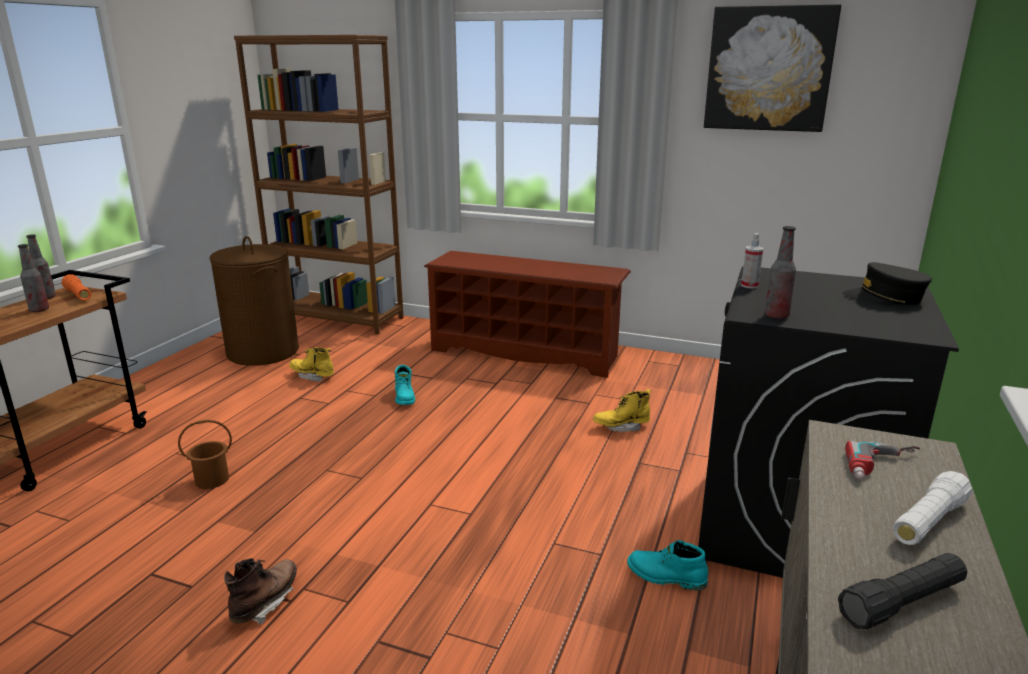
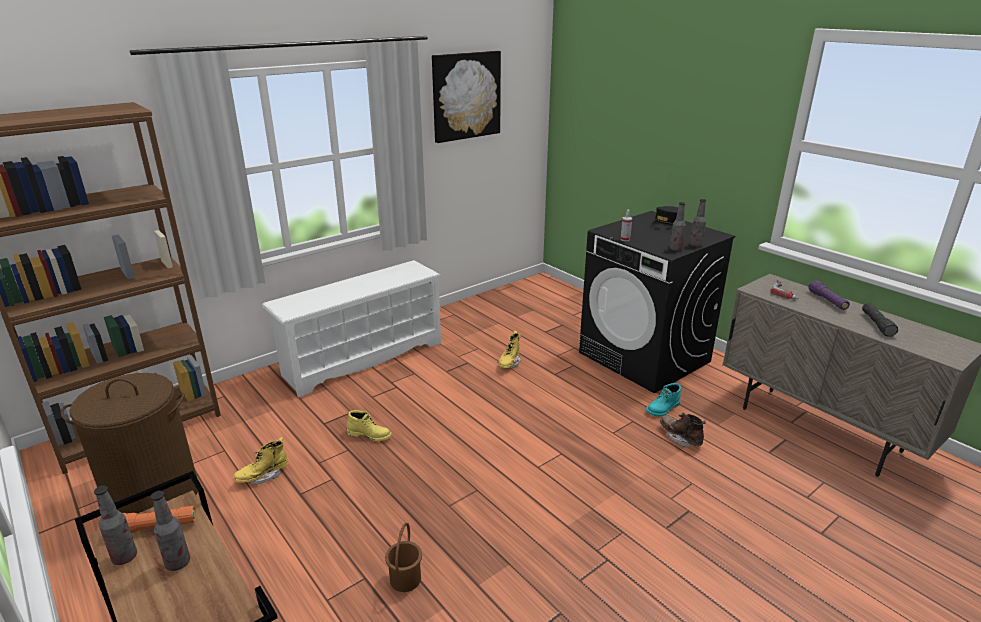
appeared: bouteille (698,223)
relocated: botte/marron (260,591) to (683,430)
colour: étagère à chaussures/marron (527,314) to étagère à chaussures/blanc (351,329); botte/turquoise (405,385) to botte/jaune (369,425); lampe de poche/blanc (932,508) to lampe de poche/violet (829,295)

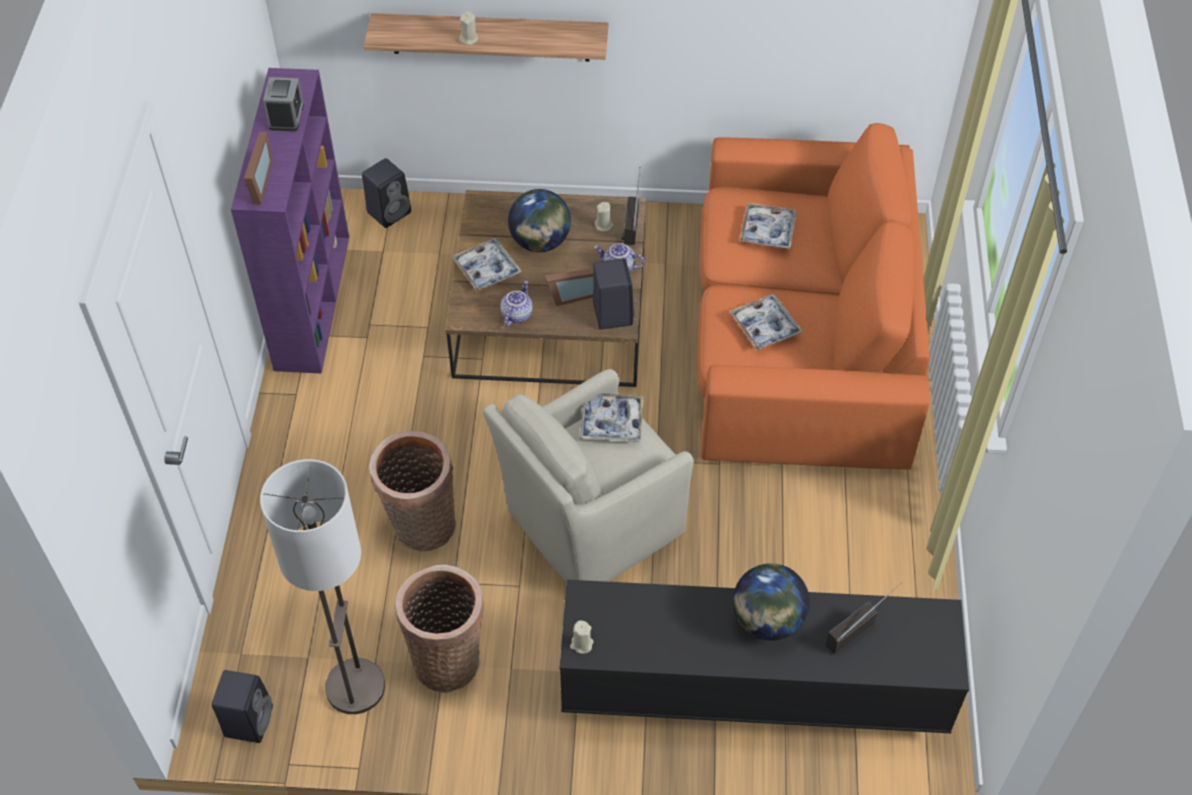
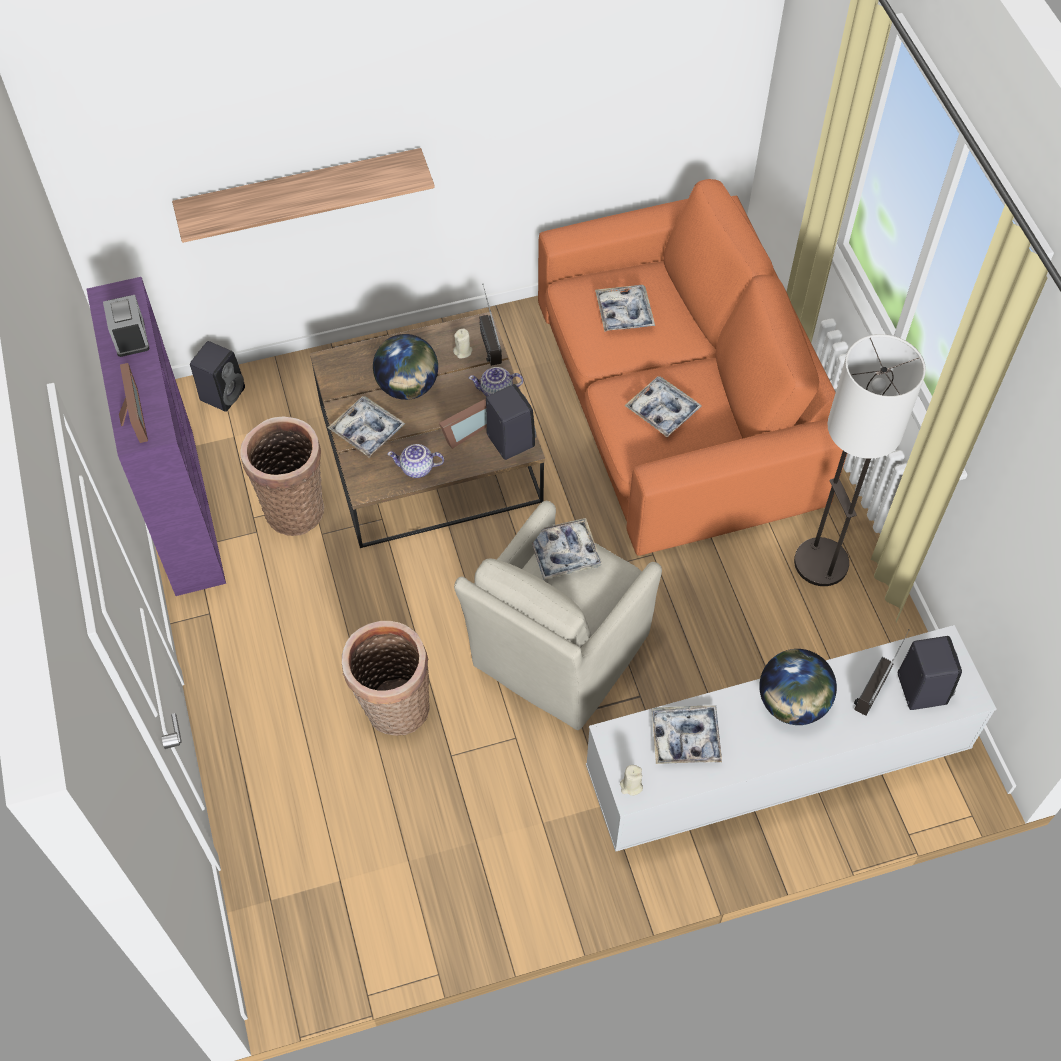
missing: bougie/beige (468,28)
appeared: plateau (687,734)
relocated: panier (439,629) to (282,476); lampadaire (322,586) to (860,460); enceinte/noir (242,706) to (930,673)
colour: meuble télé/noir (764,656) to meuble télé/blanc (791,738)
spun: théière (516,304) = (415,461) 90 degrees counterclockwise

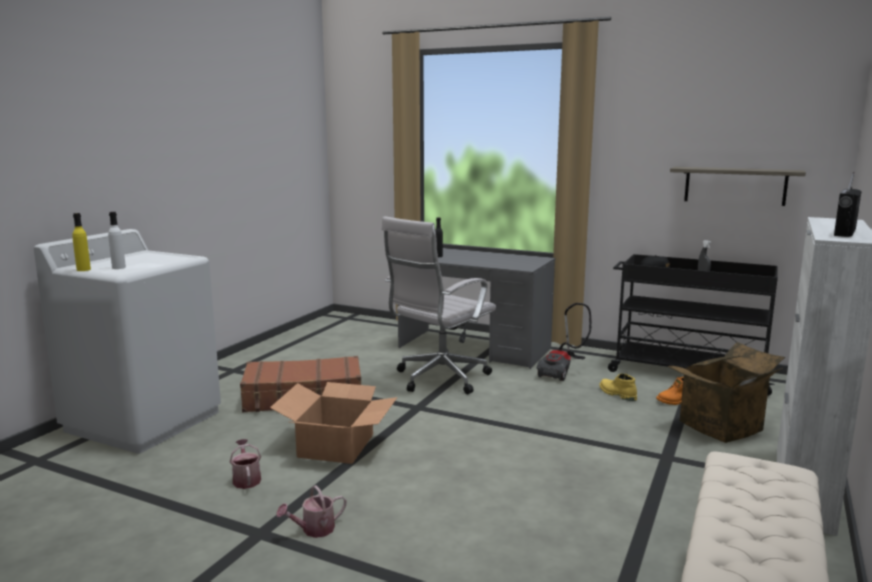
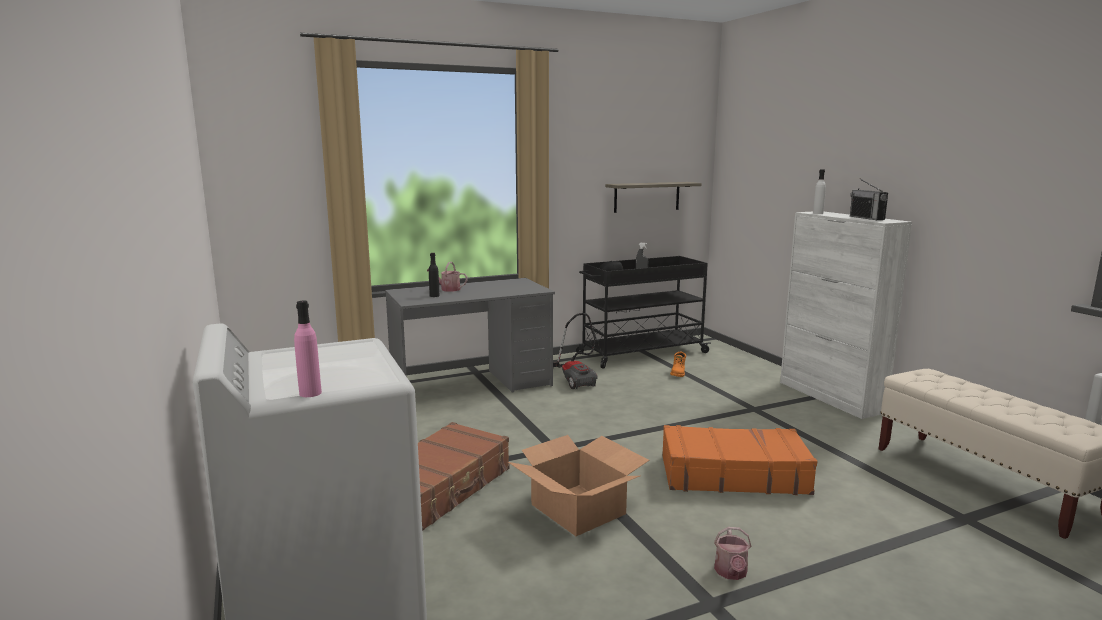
missing: chaise de bureau/blanc (439,305); botte/jaune (618,387); carton (726,392)
appeared: valise/orange (739,460)
relocated: arrosoir (245,464) to (447,277); bouteille/blanc (117,240) to (819,191)
colour: bouteille/jaune (81,242) to bouteille/rose (308,349)

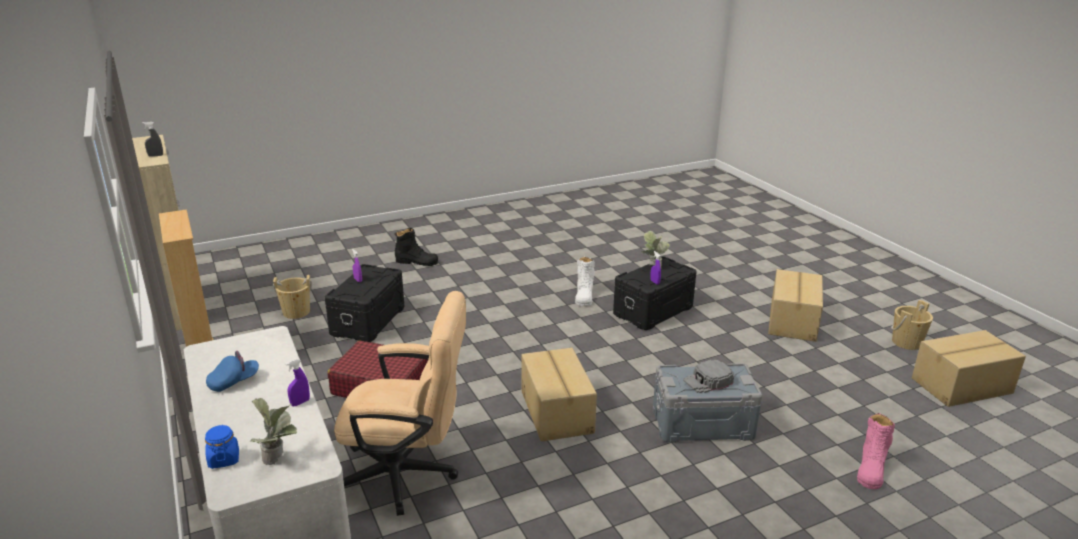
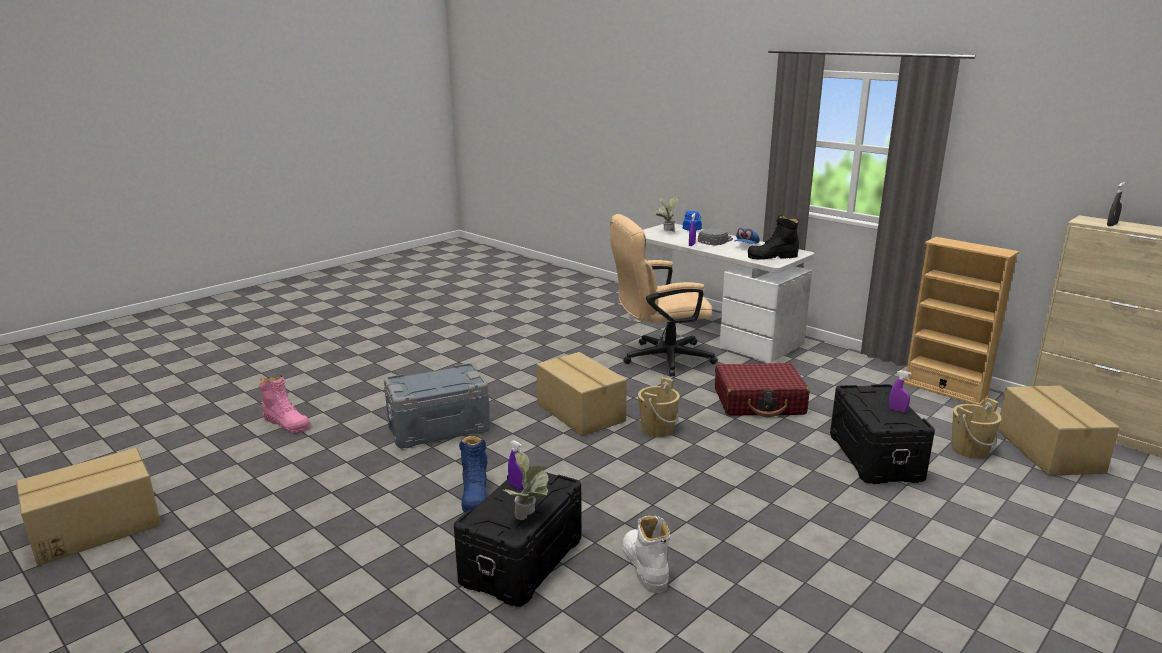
appeared: botte/bleu (473,473)
relocated: seau/beige (912,325) to (659,407); casquette/gris (708,376) to (715,237); botte/noir (416,247) to (773,237); carton (795,305) to (1059,430)
spun: botte/rose (876,451) = (284,404) 120 degrees clockwise

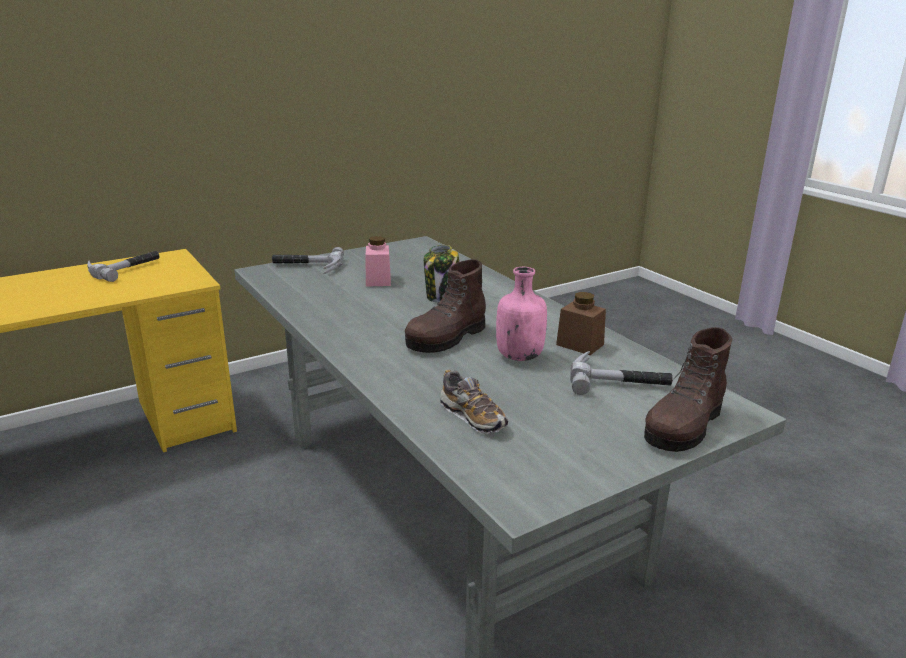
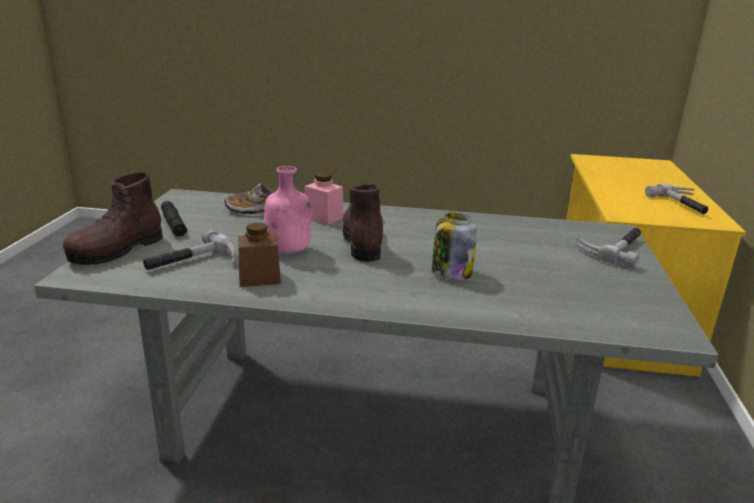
appeared: lampe de poche/noir (174,219)
relocated: bocal/rose (378,261) to (324,198)
spun: botte/marron (688,389) = (113,218) 135 degrees counterclockwise

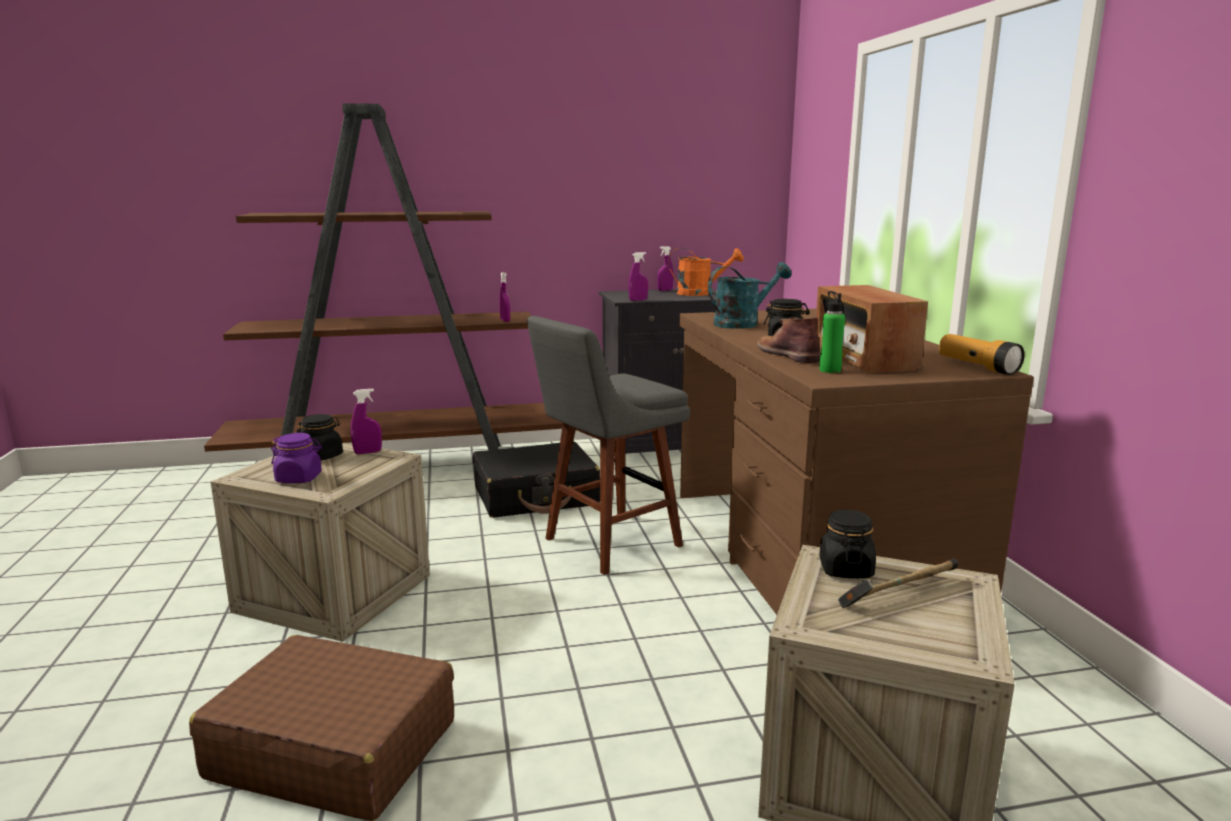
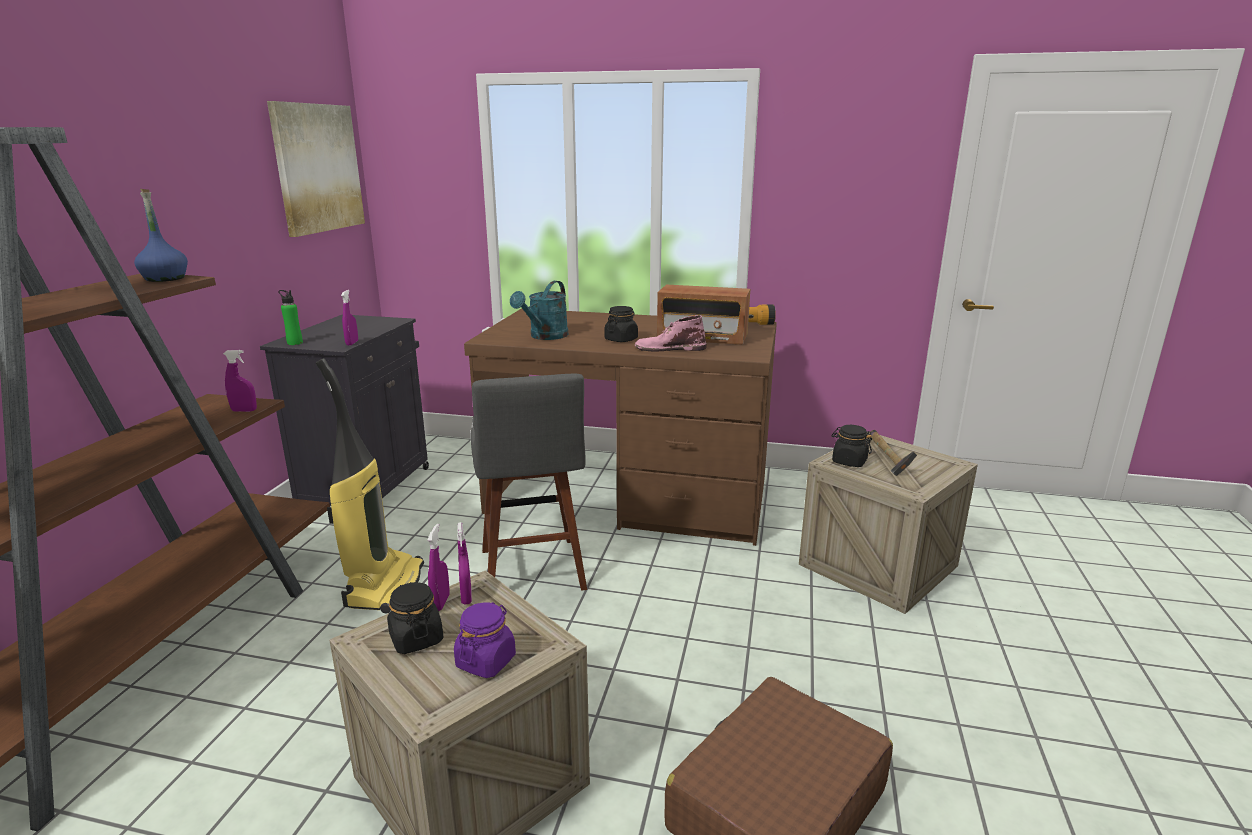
missing: arrosoir/orange (706,272)
appeared: bouteille/bleu (161,235); tableau (316,169)
relocated: bouteille/vert (832,332) to (290,317); vaporisateur/violet (665,268) to (464,563)
exchanged: valise/noir (536,480) to aspirateur (370,486)
colour: botte/marron (789,340) to botte/rose (671,333)
spun: arrosoir/turquoise (749,295) = (539,310) 150 degrees counterclockwise

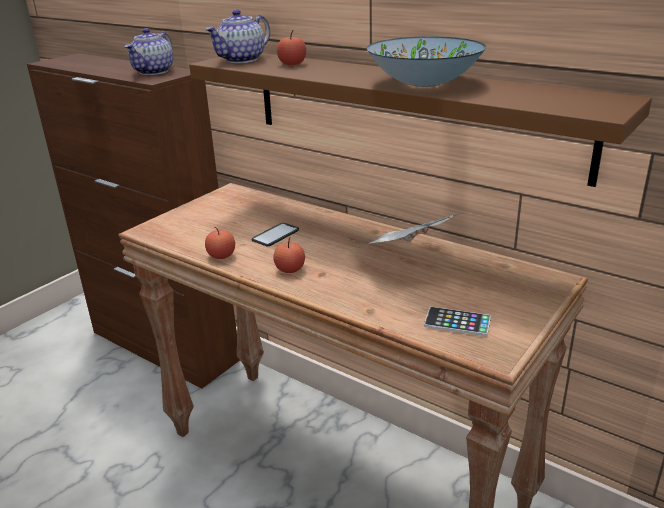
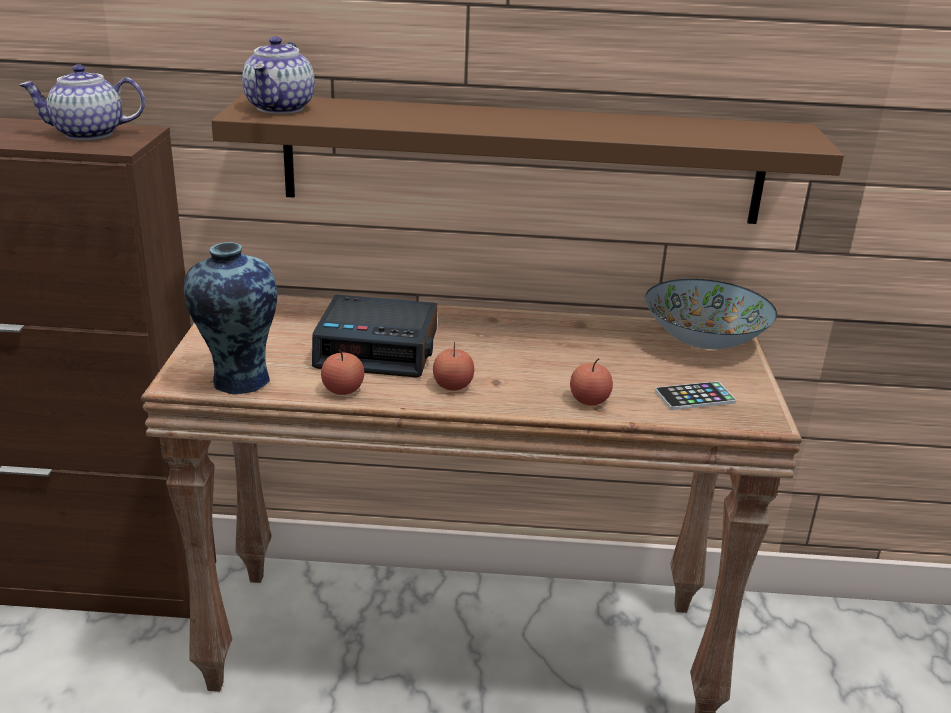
missing: journal (407,231)
appeared: vase (230,318)
relocated: pomme (291,47) to (591,382); bol (426,62) to (711,314)
exchanged: téléphone (275,234) to réveil (375,336)
spun: théière (148,51) = (82,102) 90 degrees clockwise

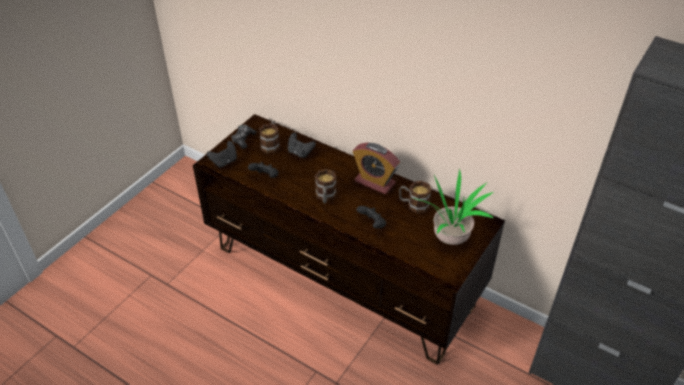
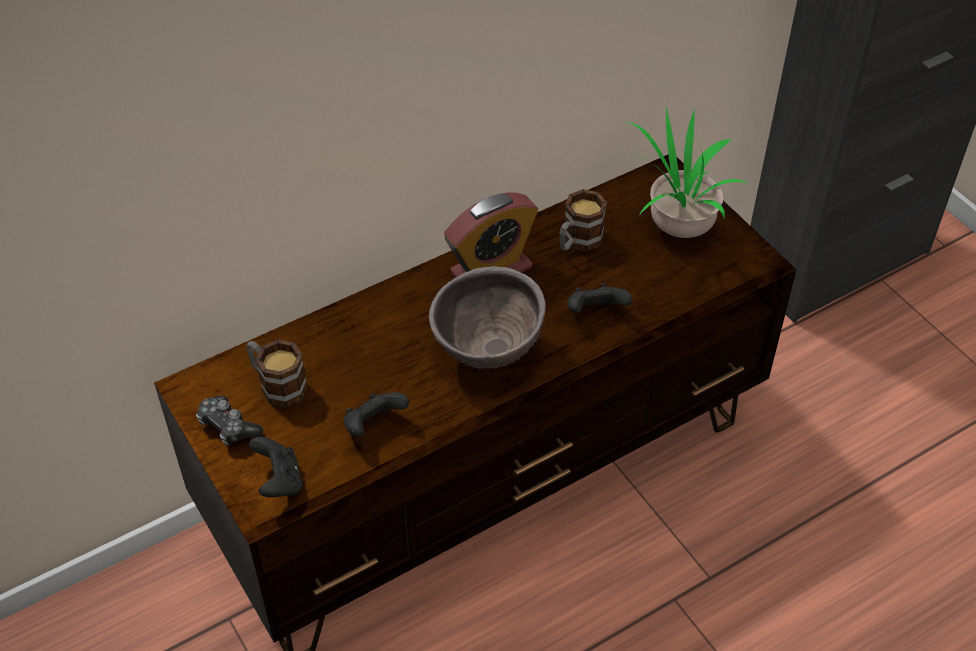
missing: manette/noir (302,145)
exchanged: mug (326,186) to bol/marron (487,317)

